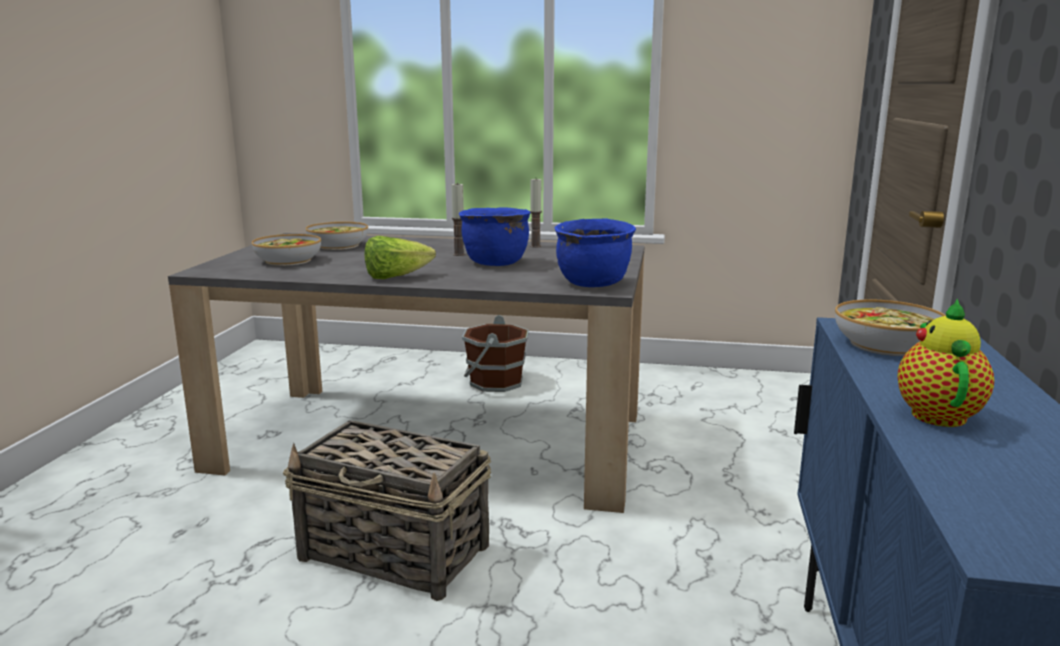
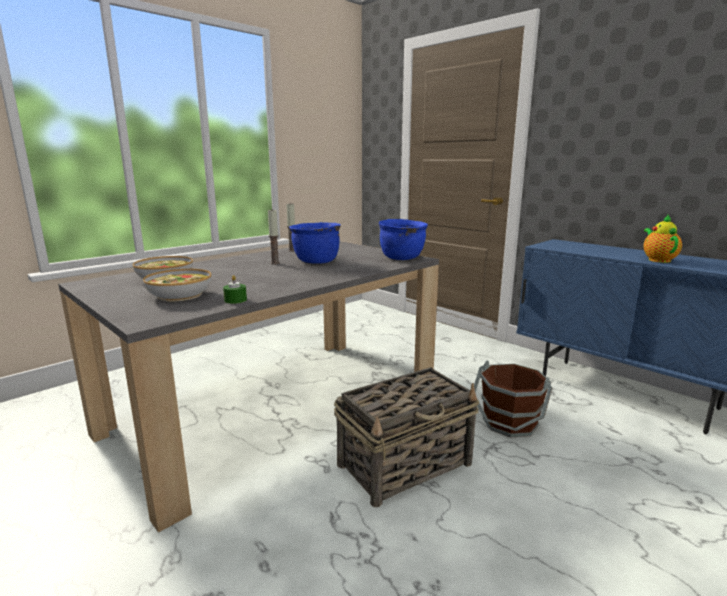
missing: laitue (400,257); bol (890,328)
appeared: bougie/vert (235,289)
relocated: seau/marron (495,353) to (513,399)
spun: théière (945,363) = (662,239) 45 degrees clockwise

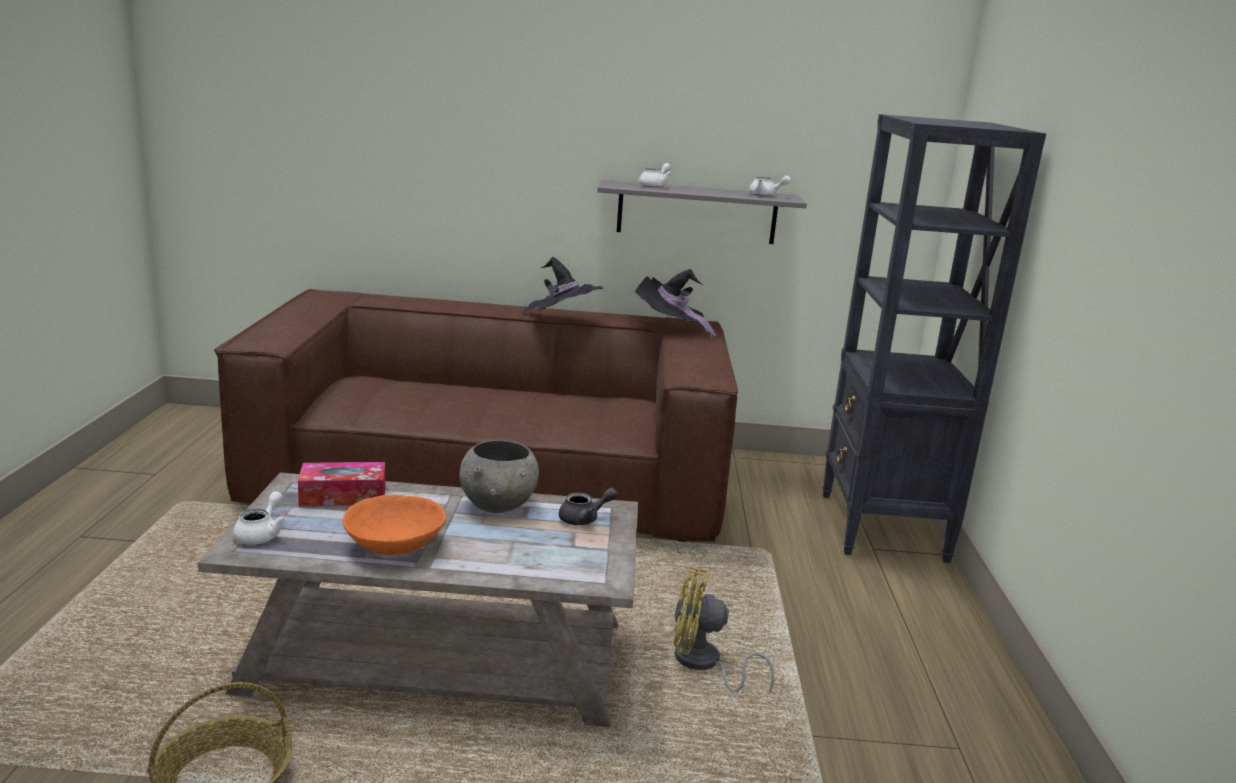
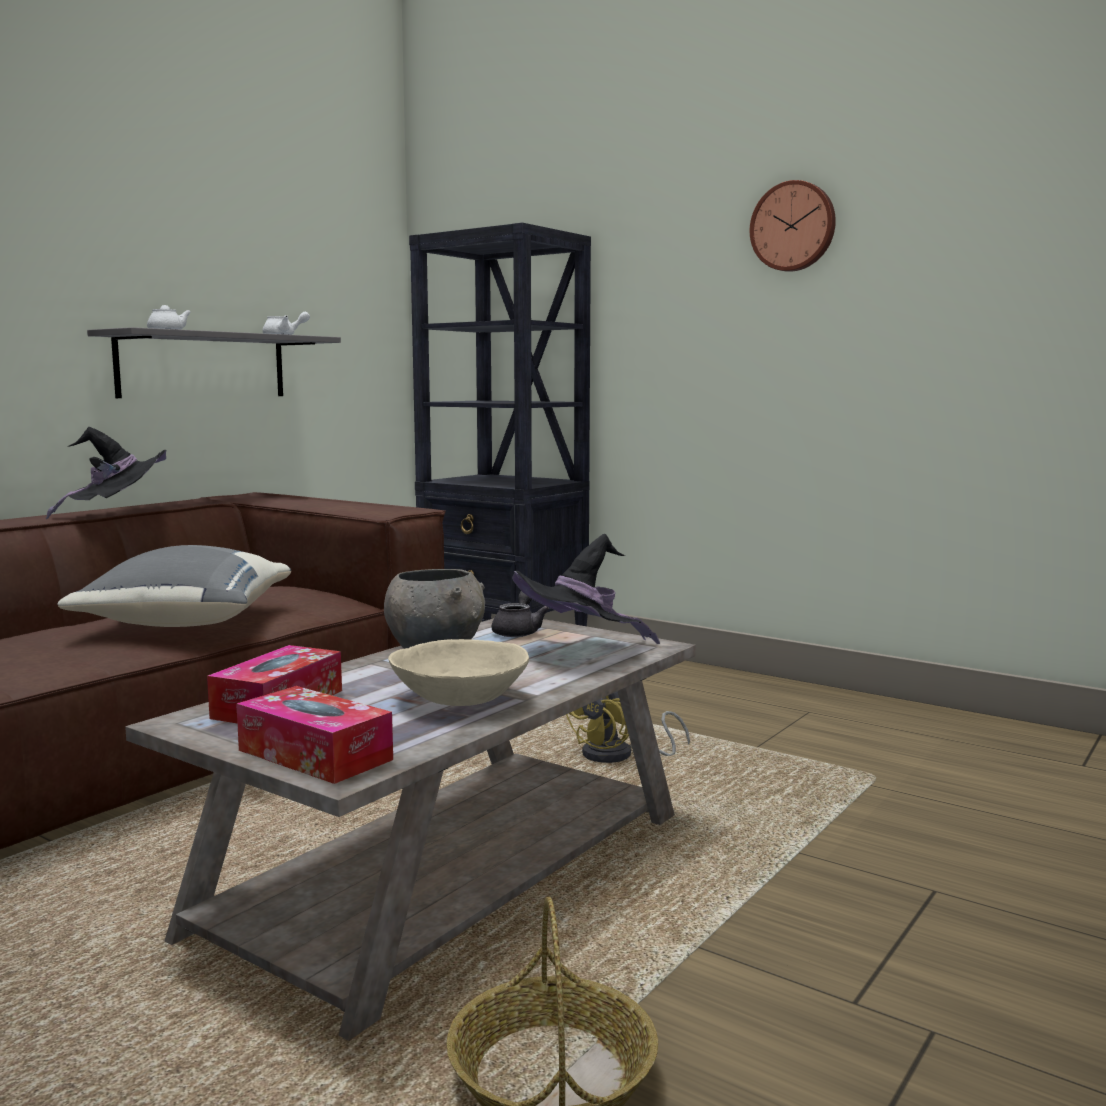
appeared: coussin/gris (174,586); horloge murale (793,226)
relocated: chapeau/noir (675,303) to (586,589)
exchanged: théière/blanc (259,518) to boîte à mouchoirs (314,735)
colour: bol/orange (394,524) to bol/beige (458,672)

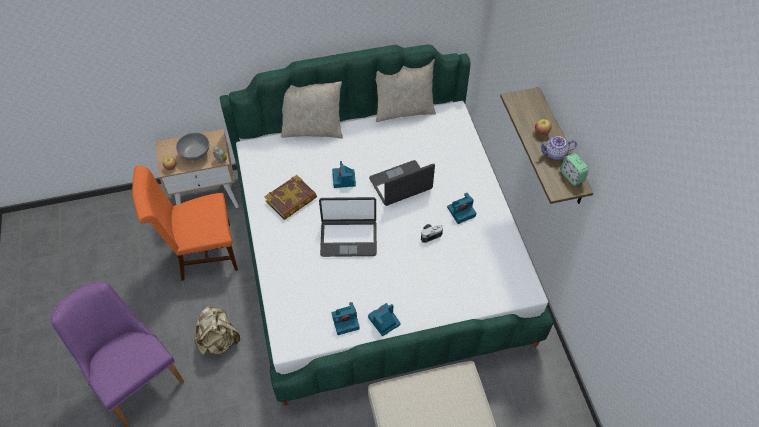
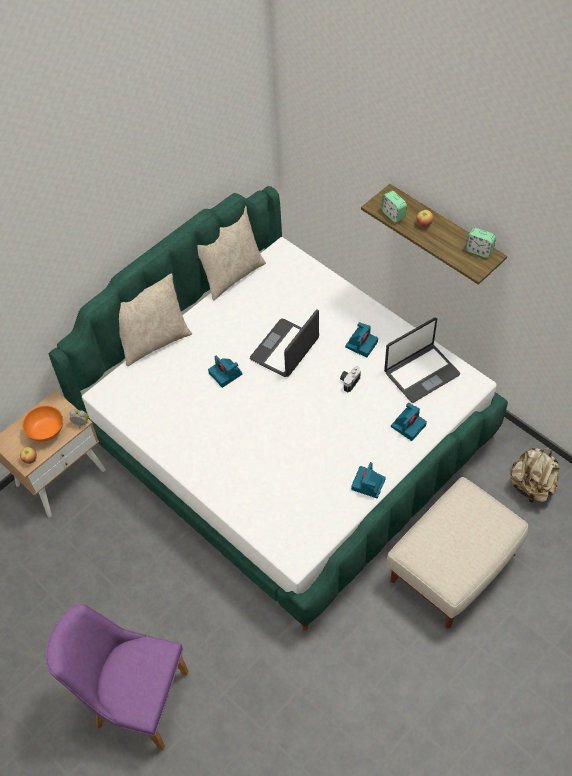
missing: chaise/orange (185,223); livre (290,197); théière (558,148)
appeared: réveil (394,206)
relocated: ordinateur portable (348,227) to (422,360); appareil photo (345,318) to (409,422); sac à dos/beige (217,330) to (535,475)
colour: bol/gris (192,147) to bol/orange (42,423)

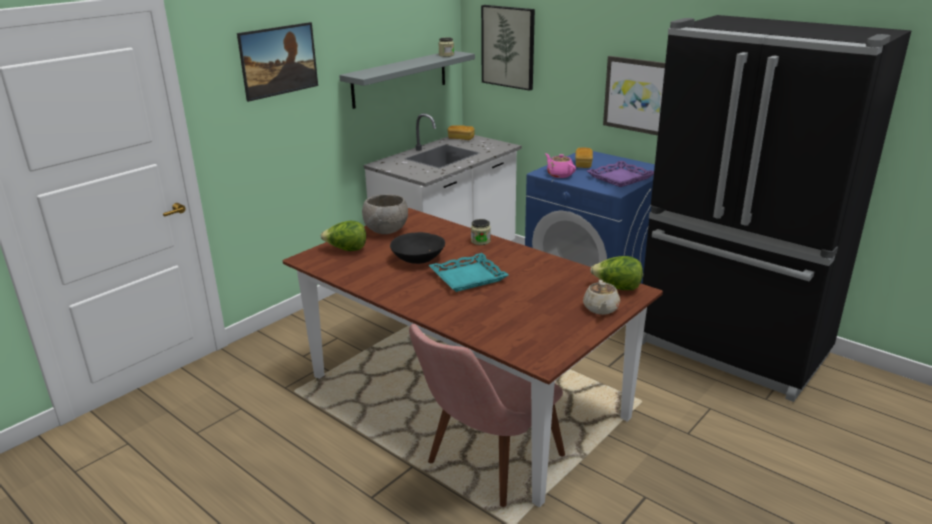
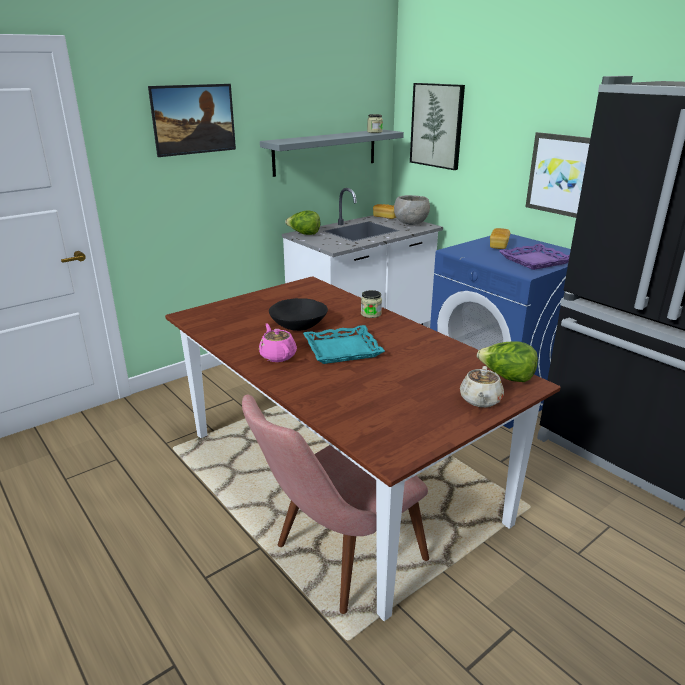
relocated: théière/rose (560,165) to (278,342); laitue (343,236) to (302,222); bol/gris (385,214) to (412,210)

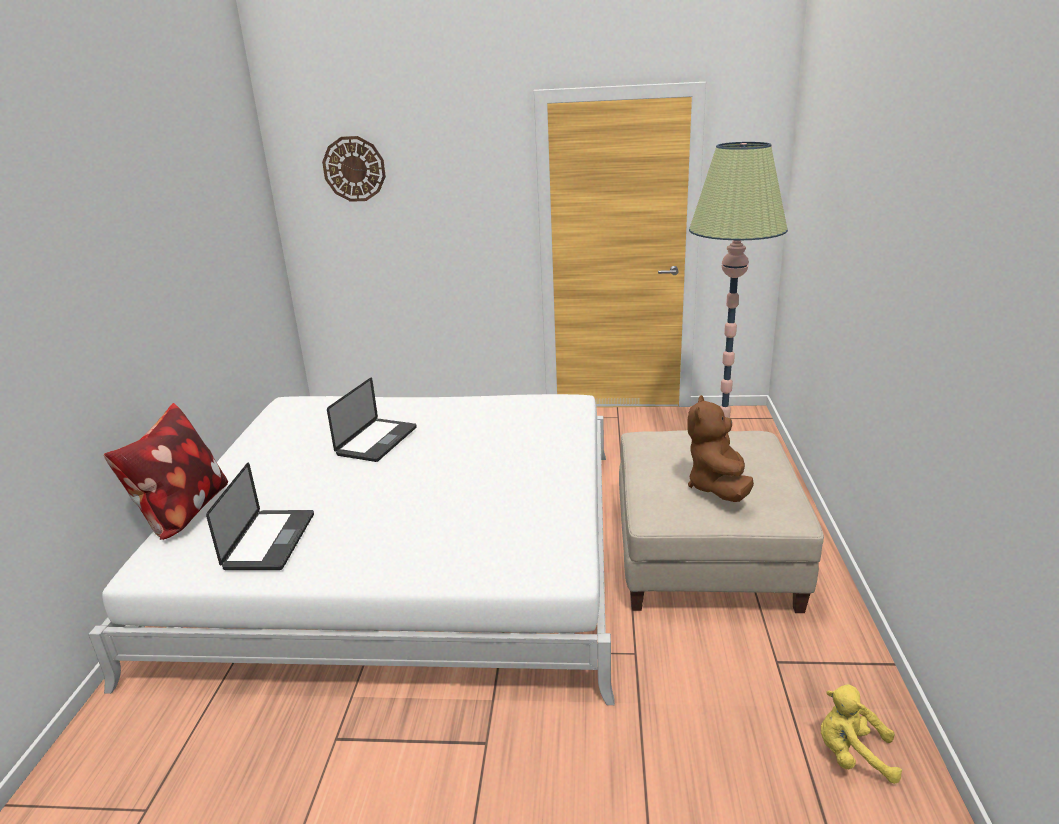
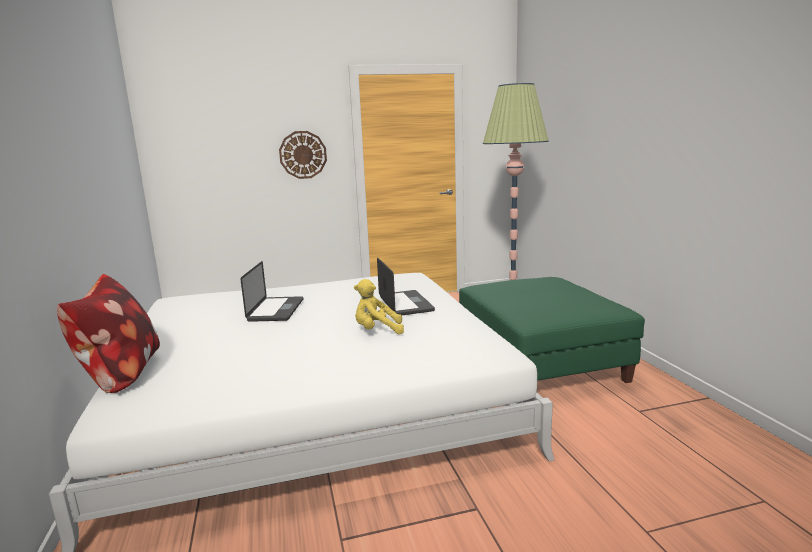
missing: peluche/marron (720,448)
relocated: horloge murale (354,169) to (303,155); peluche/jaune (861,734) to (379,306); ordinateur portable (260,516) to (406,286)
colour: pouf/beige (721,521) to pouf/vert (552,330)

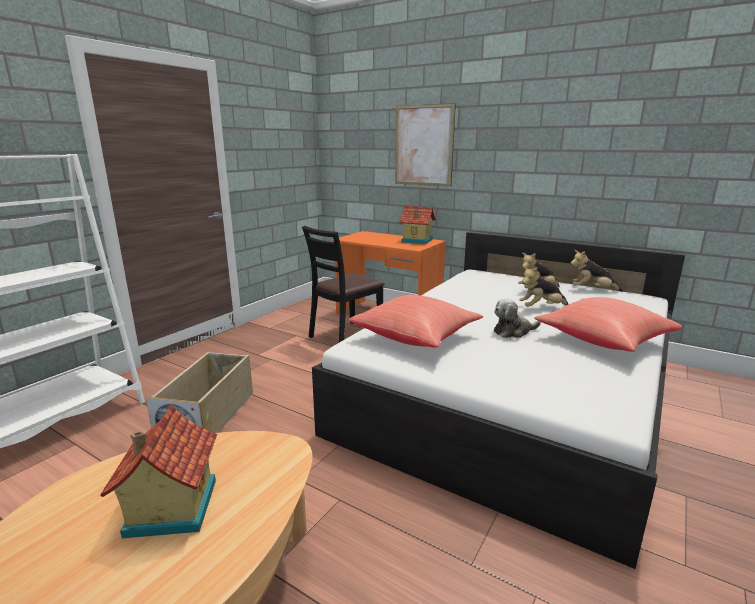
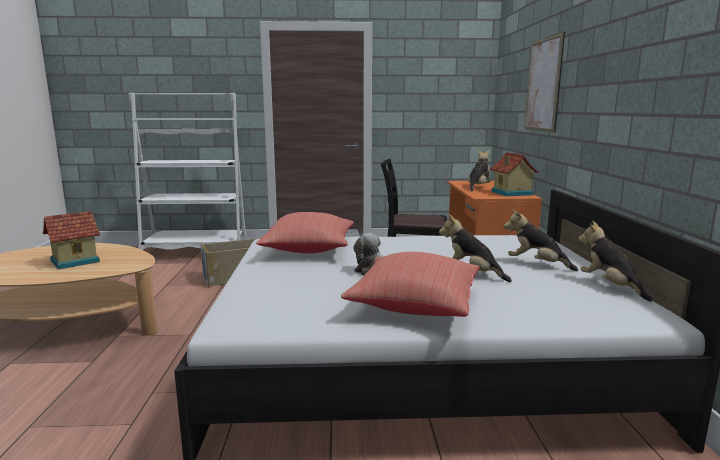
appeared: peluche (480,170)

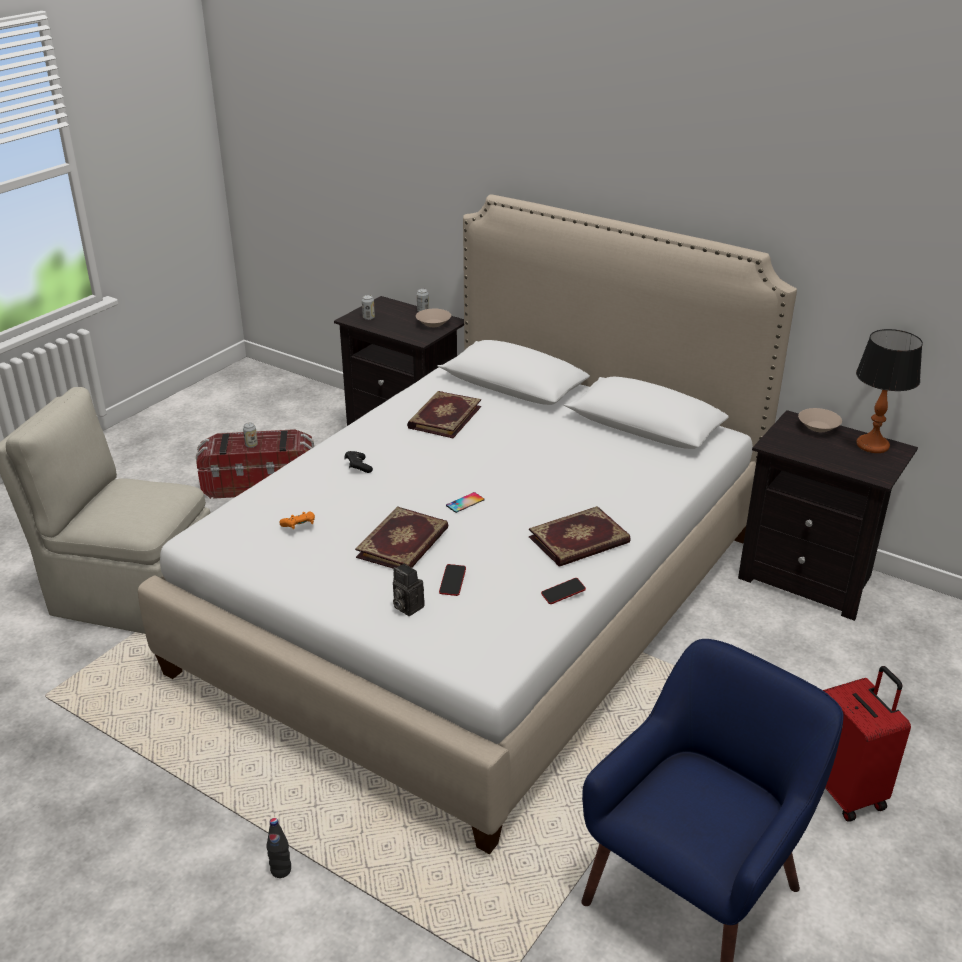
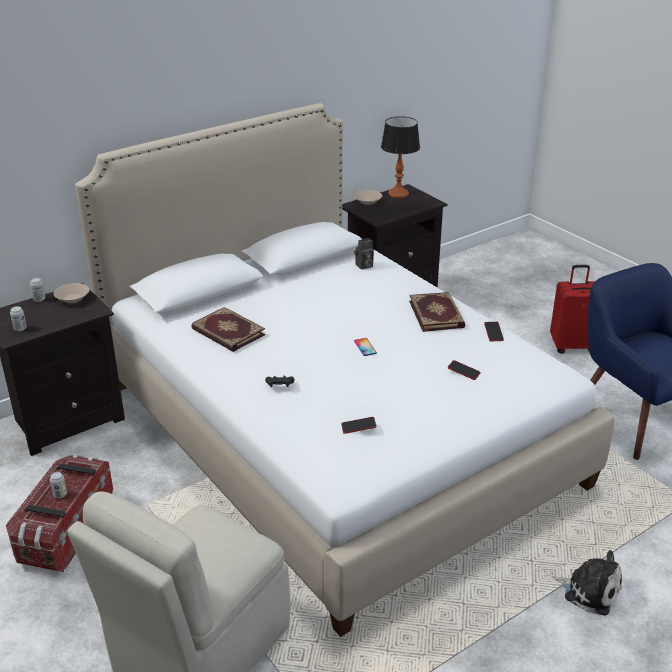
missing: livre (402,537)
relocated: appareil photo (409,589) to (364,254)
exchanged: manette/orange (297,520) to téléphone (358,425); bouteille/noir (279,848) to peluche (586,582)

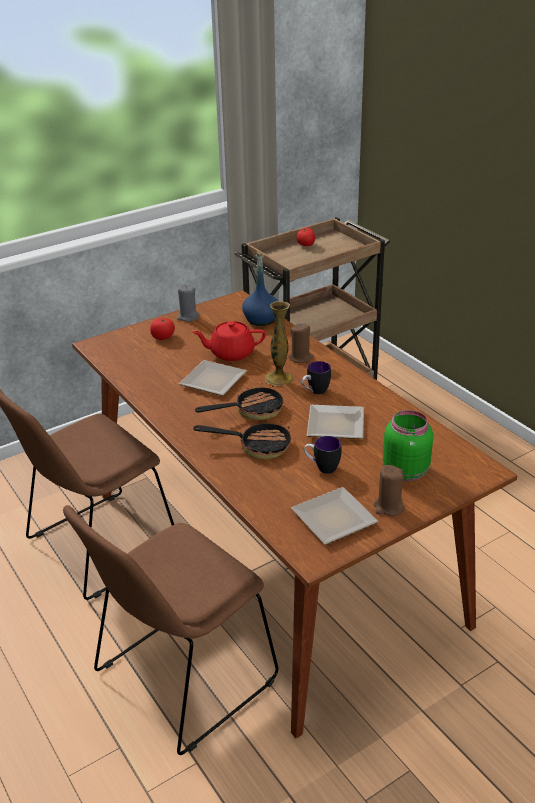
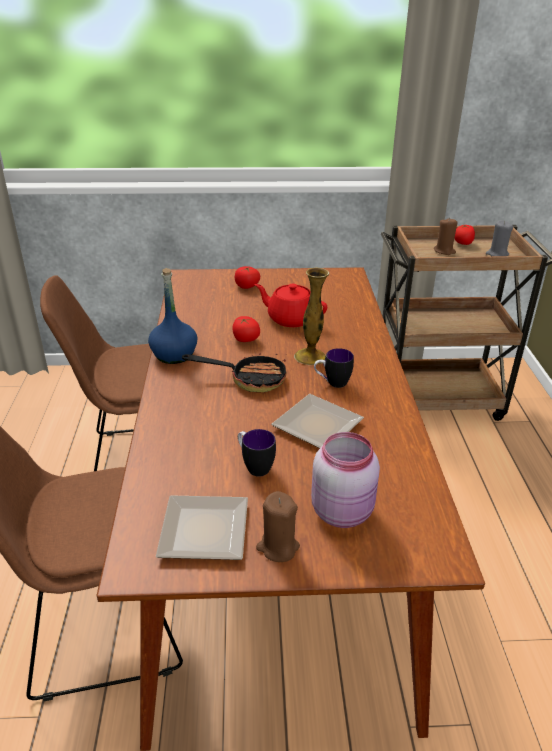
missing: poêle (242,440)
relocated: bouteille/bleu (260,288) to (173,316); bougie/marron (301,343) to (446,236); bougie/gris (188,303) to (499,238)
exchanged: assiette (213,378) to tomate (246,329)
colour: bocal/vert (408,445) to bocal/rose (345,480)

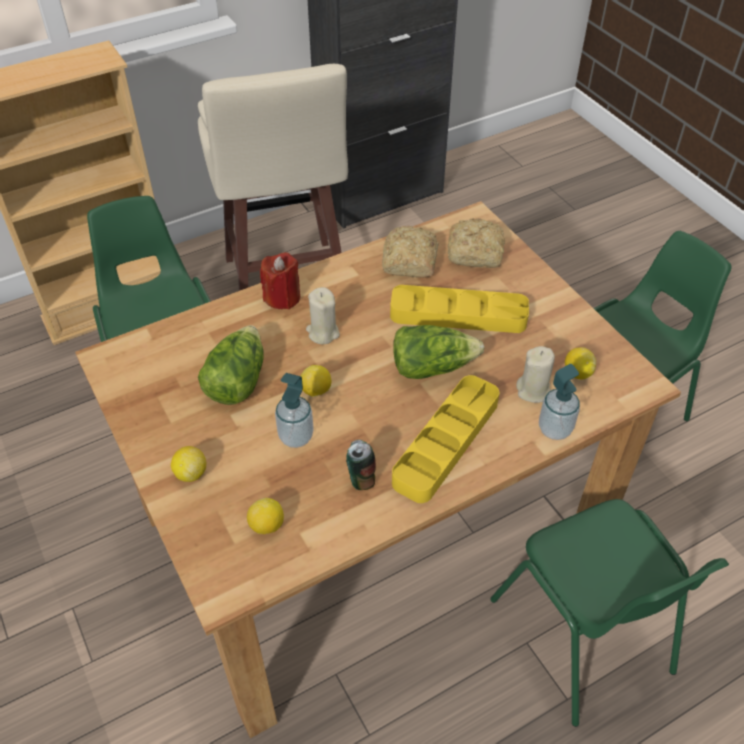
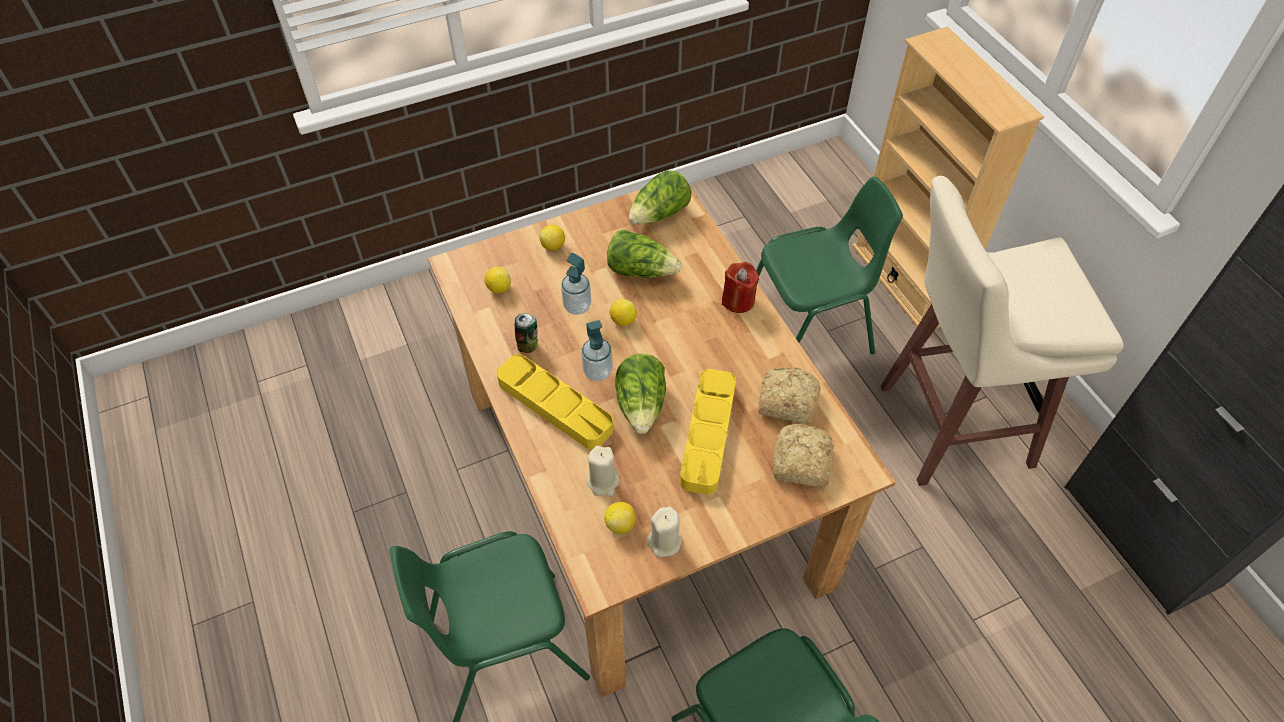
appeared: laitue (660,197)
relocated: distributeur de savon (559,402) to (597,350); bougie/beige (323,315) to (665,531)

